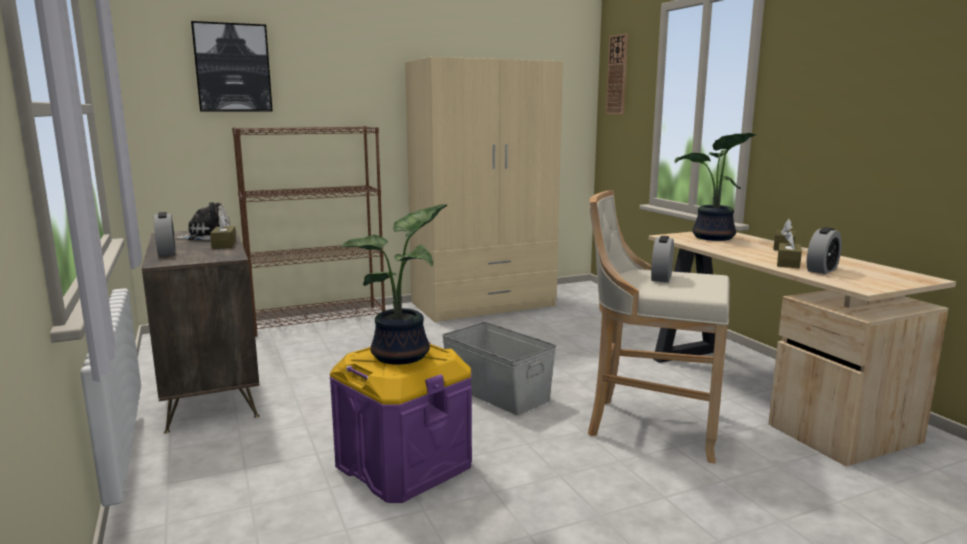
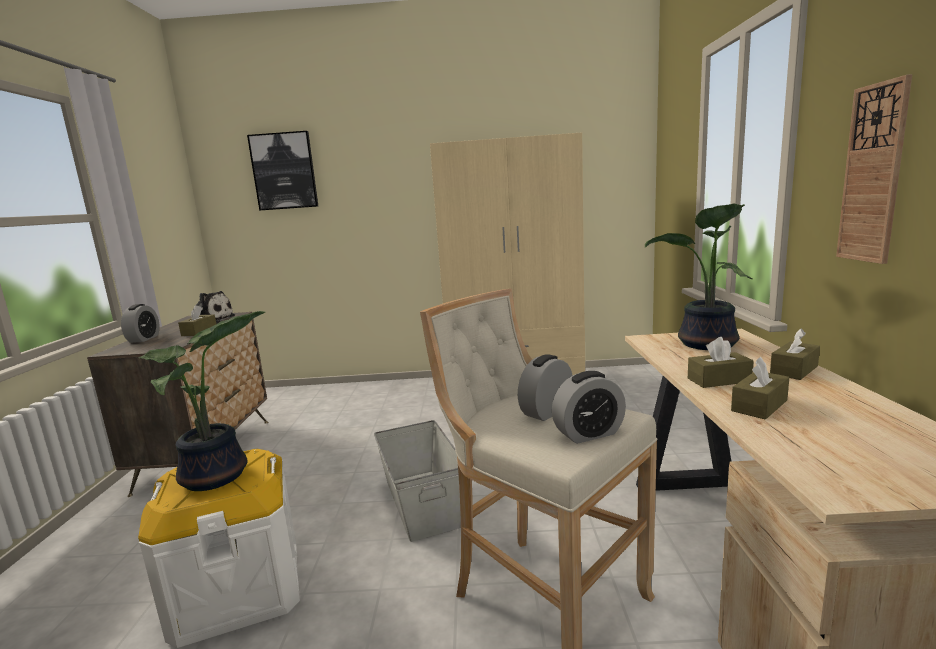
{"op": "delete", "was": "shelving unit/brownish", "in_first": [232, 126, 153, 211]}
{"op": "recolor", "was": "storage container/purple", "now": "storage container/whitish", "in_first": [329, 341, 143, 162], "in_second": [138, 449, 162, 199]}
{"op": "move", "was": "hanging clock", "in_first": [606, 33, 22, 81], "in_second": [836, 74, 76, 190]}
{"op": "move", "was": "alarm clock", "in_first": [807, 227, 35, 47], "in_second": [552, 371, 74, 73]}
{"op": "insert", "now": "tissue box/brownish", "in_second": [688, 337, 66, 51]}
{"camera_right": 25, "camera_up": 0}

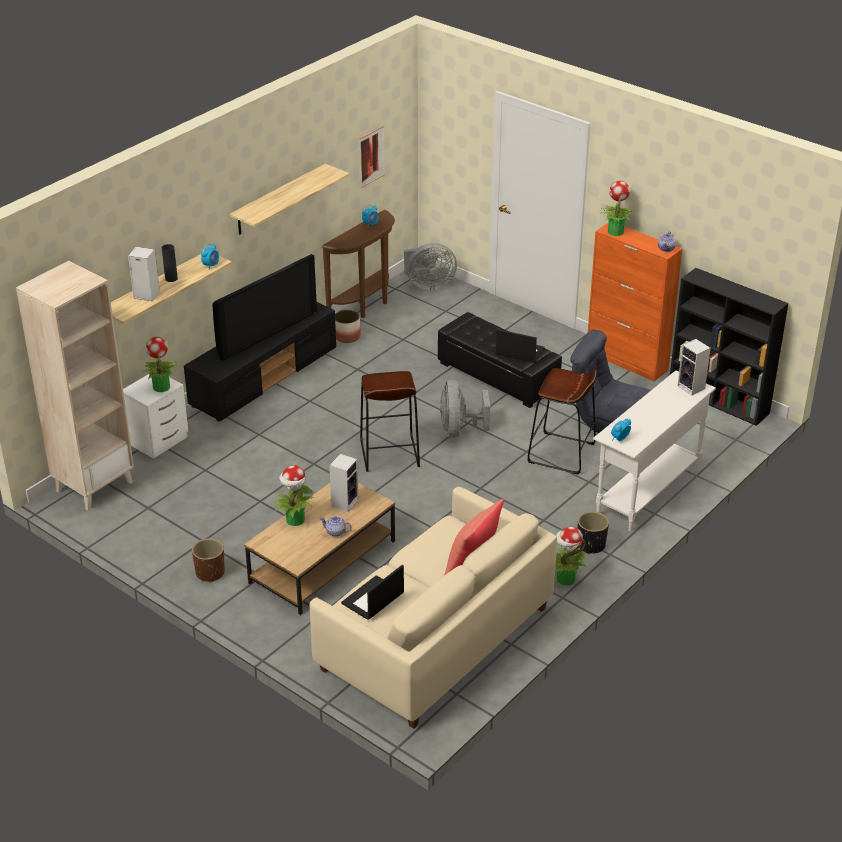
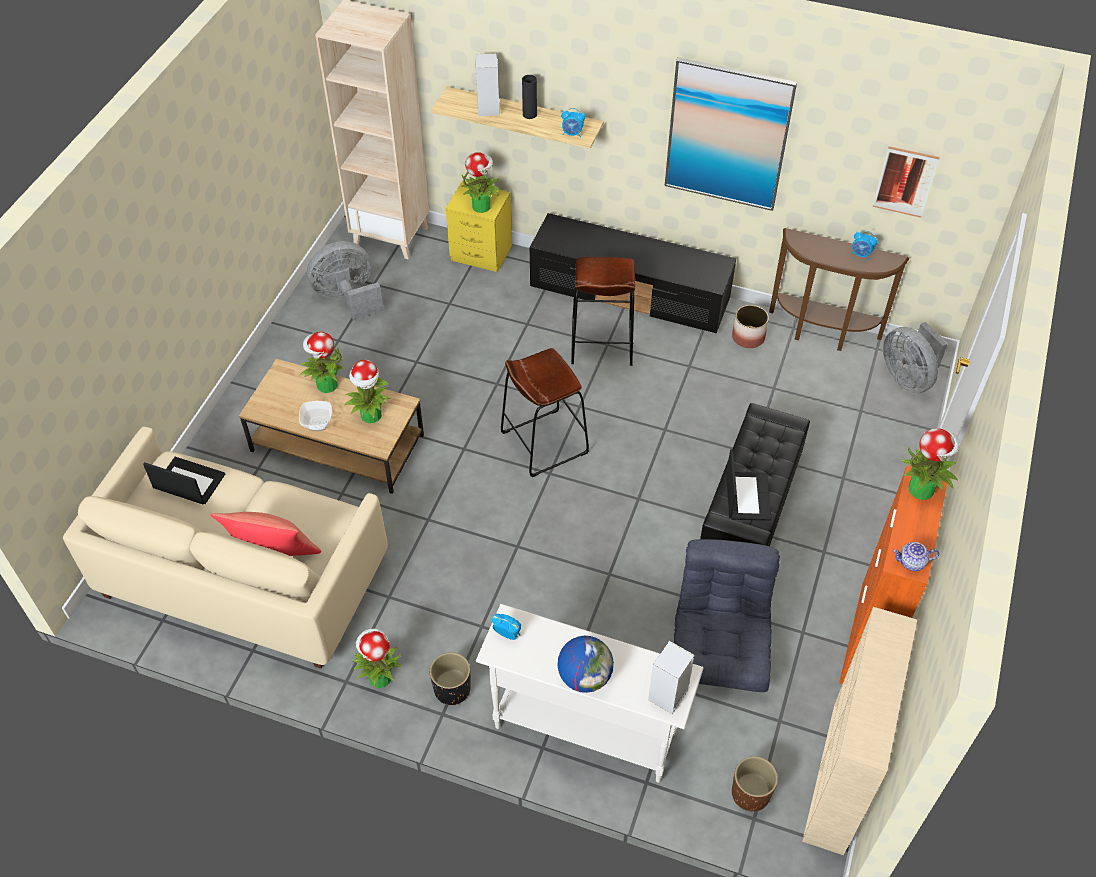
{"op": "recolor", "was": "night table/whitish", "now": "night table/yellow-coloured", "in_first": [123, 374, 65, 85], "in_second": [446, 181, 66, 91]}
{"op": "move", "was": "planter/brownish", "in_first": [192, 538, 33, 45], "in_second": [732, 756, 46, 56]}
{"op": "delete", "was": "TV set", "in_first": [212, 254, 105, 107]}
{"op": "replace", "was": "wall shelf", "now": "wall picture", "in_first": [230, 164, 120, 71], "in_second": [665, 57, 132, 154]}
{"op": "replace", "was": "tea pot", "now": "bowl", "in_first": [320, 516, 32, 21], "in_second": [299, 401, 33, 30]}
{"op": "replace", "was": "audio speaker", "now": "houseplant", "in_first": [329, 454, 30, 58], "in_second": [344, 360, 46, 63]}
{"op": "move", "was": "electric fan/greyish", "in_first": [440, 380, 50, 58], "in_second": [307, 241, 77, 79]}
{"op": "move", "was": "sitting stool/brownish", "in_first": [527, 368, 70, 107], "in_second": [571, 257, 65, 109]}
{"op": "recolor", "was": "shelving unit/black", "now": "shelving unit/beige", "in_first": [670, 268, 118, 158], "in_second": [802, 607, 115, 248]}
{"op": "insert", "now": "globe", "in_second": [558, 636, 56, 57]}
{"camera_right": 70, "camera_up": 15}

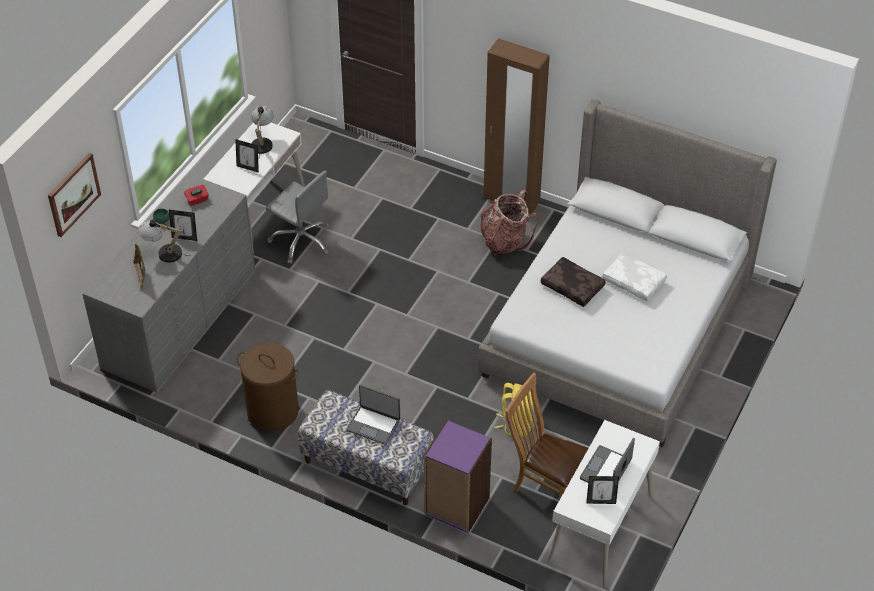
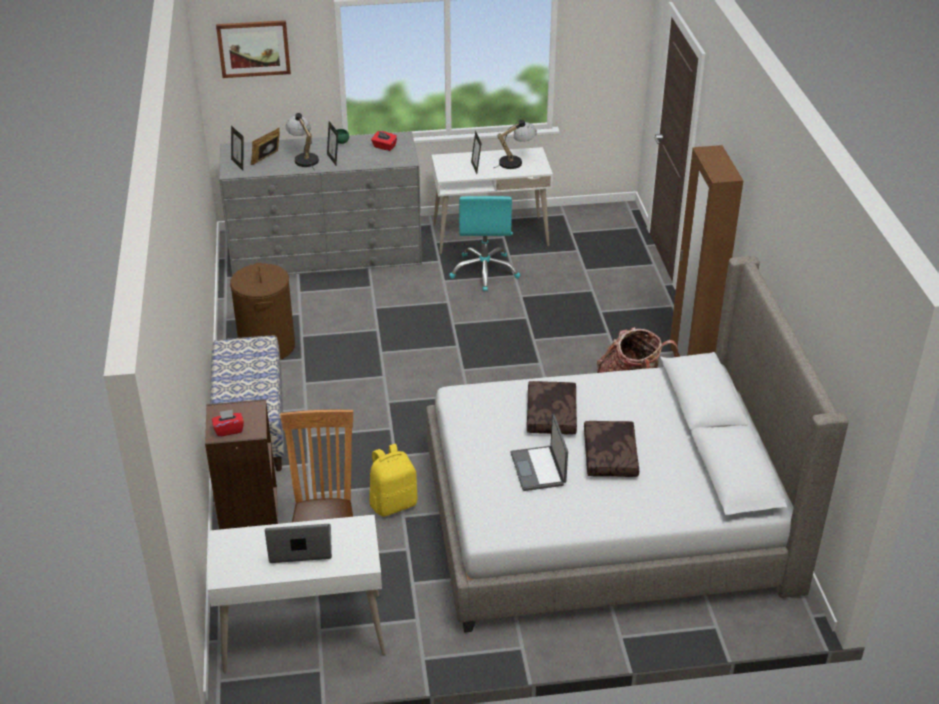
{"op": "recolor", "was": "desk chair/greyish", "now": "desk chair/turquoise", "in_first": [266, 171, 64, 93], "in_second": [449, 196, 71, 96]}
{"op": "move", "was": "portable computer", "in_first": [346, 385, 54, 60], "in_second": [510, 414, 58, 77]}
{"op": "recolor", "was": "shelving unit/purple", "now": "shelving unit/brownish", "in_first": [424, 420, 68, 113], "in_second": [205, 399, 73, 131]}
{"op": "move", "was": "standing frame", "in_first": [586, 476, 33, 28], "in_second": [231, 126, 13, 44]}
{"op": "recolor", "was": "pillow/whitish", "now": "pillow/brownish", "in_first": [602, 252, 65, 49], "in_second": [584, 421, 55, 56]}
{"op": "insert", "now": "tissue box/reddish", "in_second": [212, 409, 32, 28]}
{"camera_right": 55, "camera_up": -10}

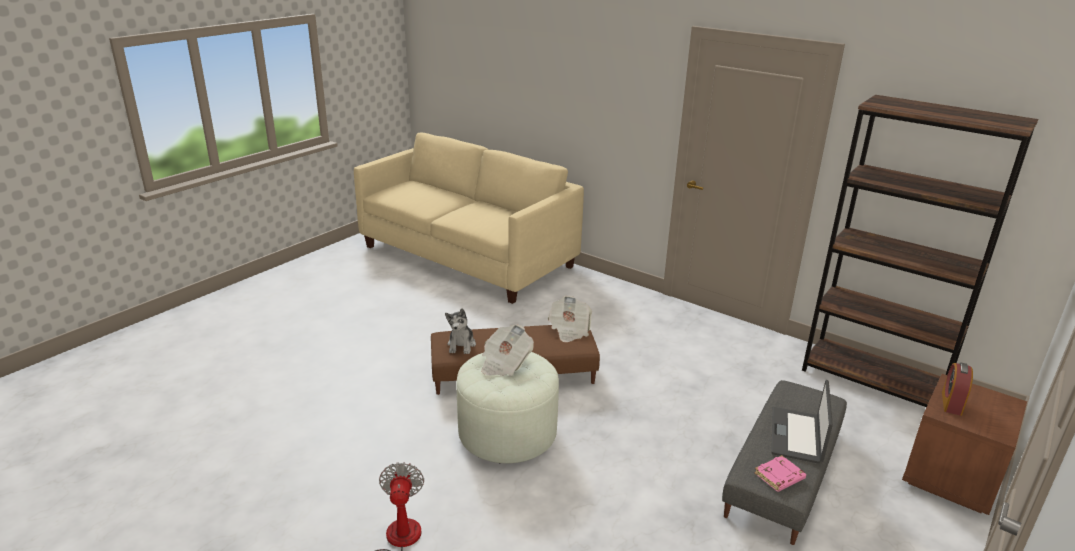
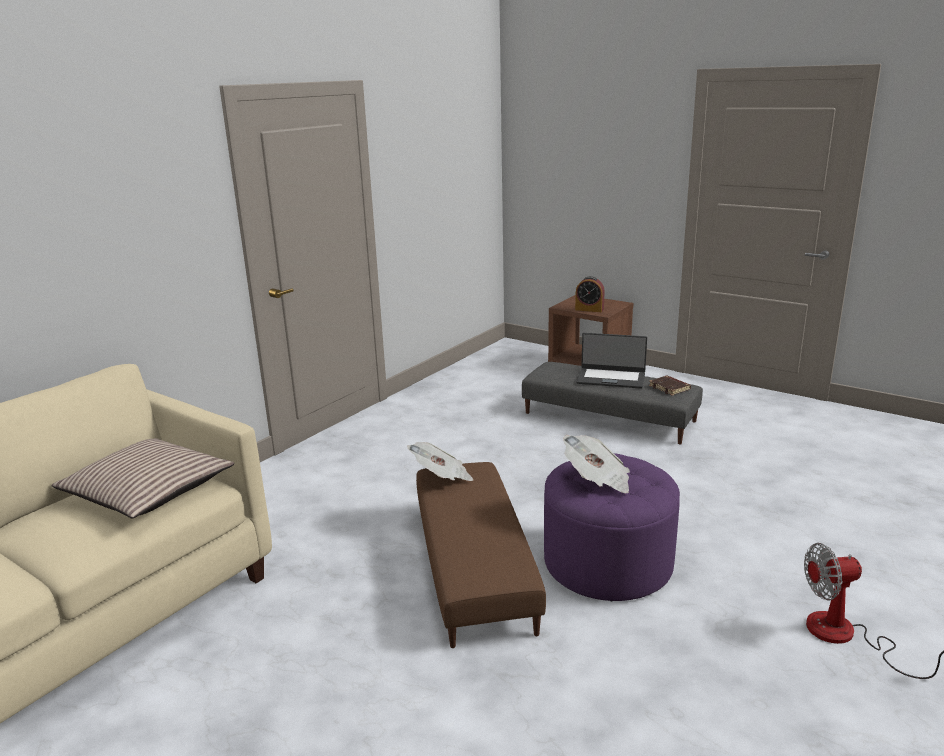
{"op": "delete", "was": "soft toy", "in_first": [445, 308, 31, 46]}
{"op": "recolor", "was": "pouffe/whitish", "now": "pouffe/purple", "in_first": [456, 352, 103, 111], "in_second": [544, 453, 136, 148]}
{"op": "recolor", "was": "volume/pink", "now": "volume/brownish", "in_first": [754, 455, 52, 37], "in_second": [649, 376, 42, 20]}
{"op": "delete", "was": "shelving unit/brownish", "in_first": [802, 95, 236, 312]}
{"op": "insert", "now": "pillow", "in_second": [51, 438, 183, 81]}
{"camera_right": -90, "camera_up": -5}

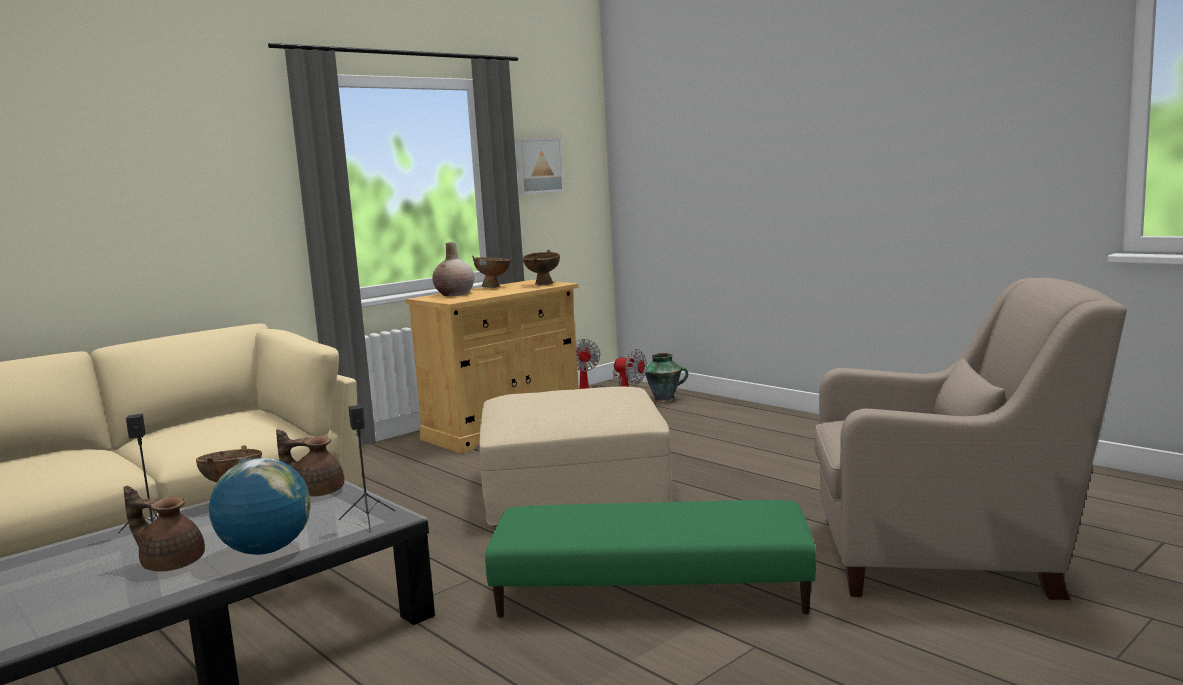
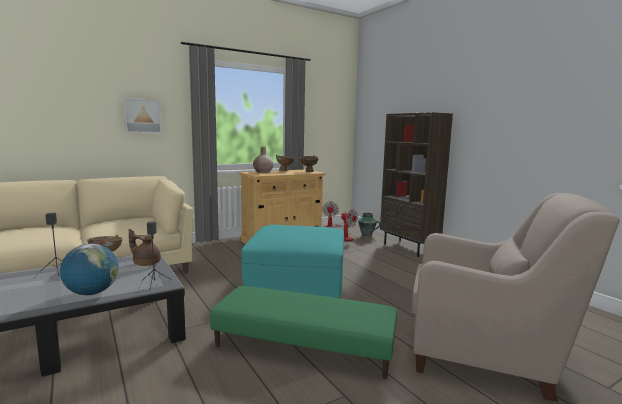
{"op": "delete", "was": "tea pot/brownish", "in_first": [123, 486, 82, 86]}
{"op": "recolor", "was": "pouffe/beige", "now": "pouffe/turquoise", "in_first": [479, 386, 193, 141], "in_second": [241, 225, 103, 73]}
{"op": "move", "was": "wall picture", "in_first": [515, 138, 49, 56], "in_second": [123, 98, 39, 35]}
{"op": "insert", "now": "shelving unit/brownish", "in_second": [380, 112, 73, 145]}
{"camera_right": 10, "camera_up": 0}

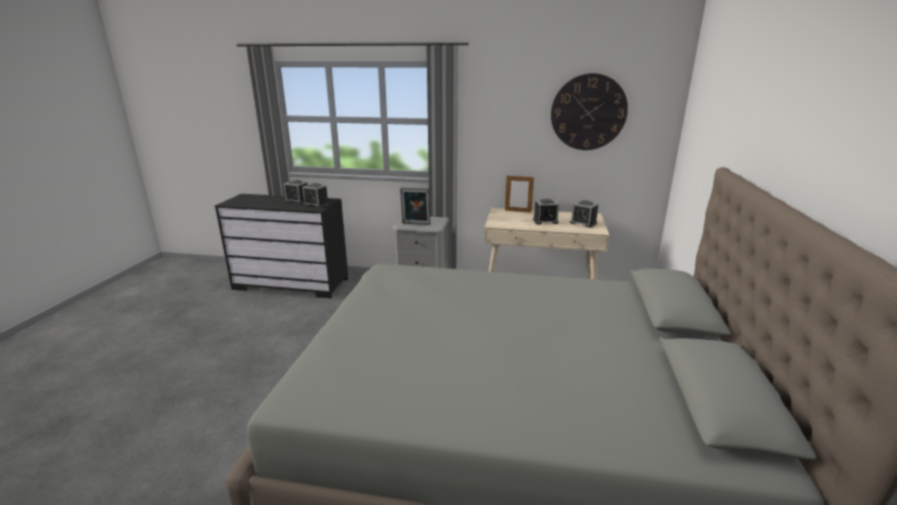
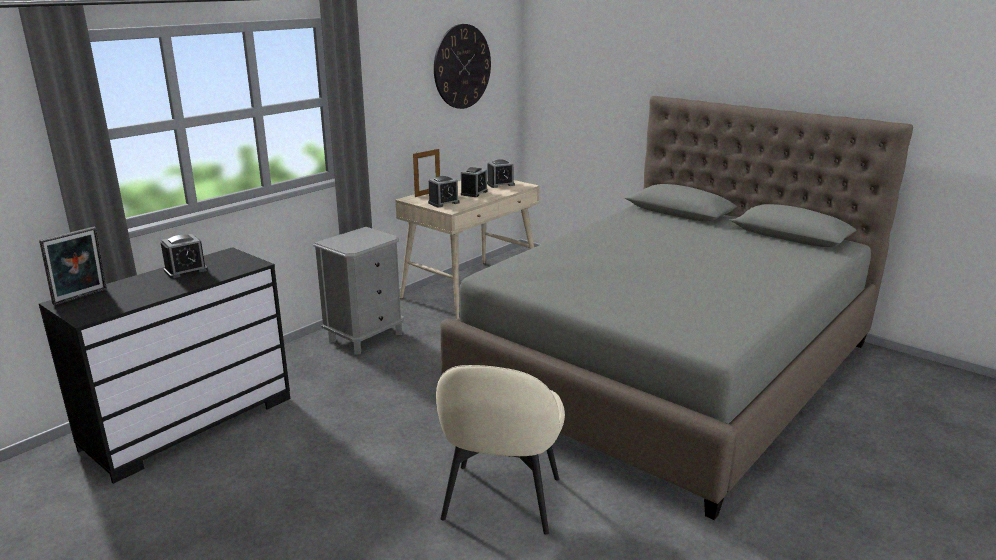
{"op": "move", "was": "alarm clock", "in_first": [302, 183, 27, 25], "in_second": [428, 176, 32, 31]}
{"op": "move", "was": "standing frame", "in_first": [400, 188, 30, 37], "in_second": [39, 227, 68, 78]}
{"op": "insert", "now": "chair/beige", "in_second": [436, 365, 129, 169]}
{"camera_right": -60, "camera_up": 0}

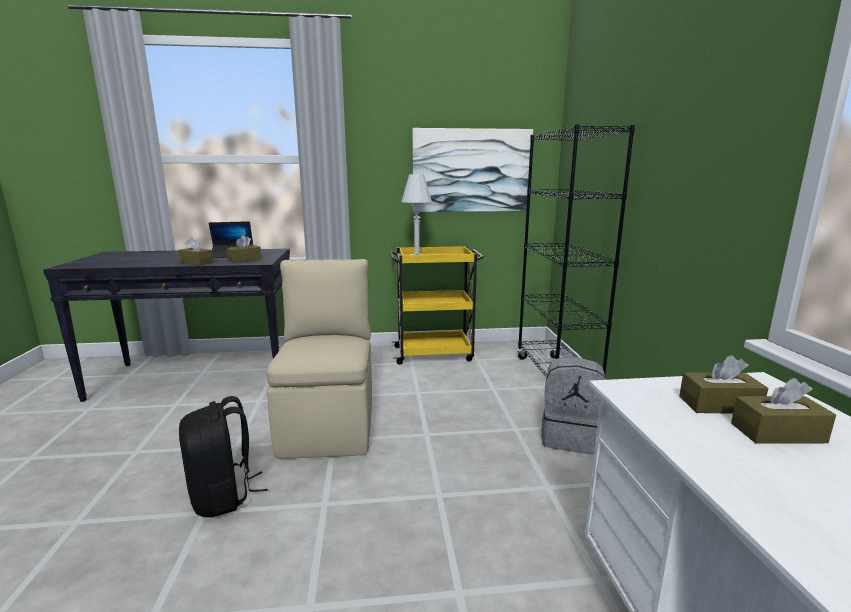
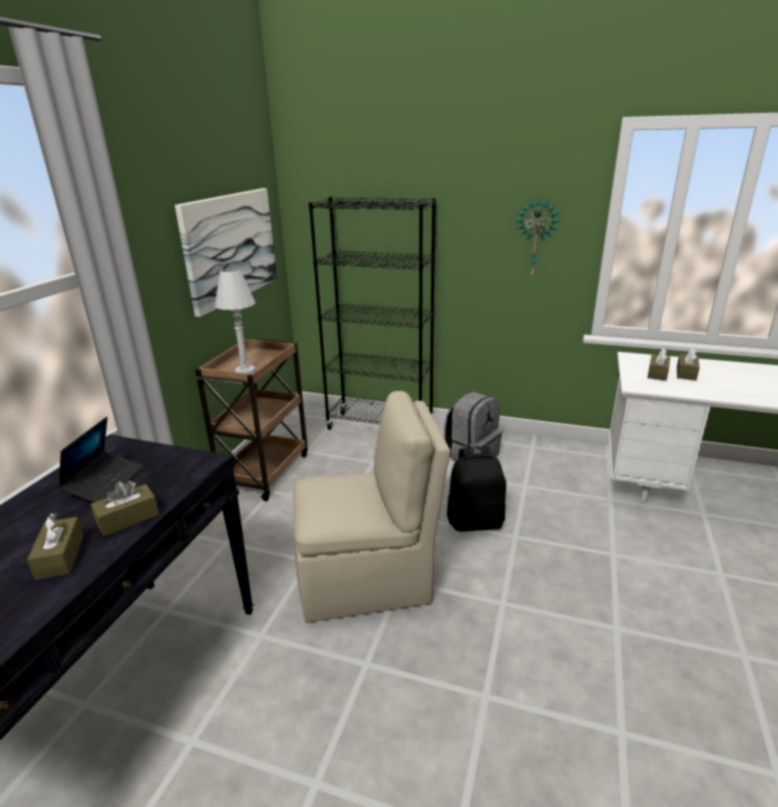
{"op": "move", "was": "backpack/black", "in_first": [179, 396, 89, 121], "in_second": [447, 447, 59, 85]}
{"op": "move", "was": "tissue box/brownish", "in_first": [226, 235, 36, 27], "in_second": [27, 513, 57, 67]}
{"op": "rotate", "was": "chair/beige", "in_first": [266, 259, 106, 200], "in_second": [293, 391, 158, 231], "clockwise": 150}
{"op": "recolor", "was": "trolley/yellow-coloured", "now": "trolley/brownish", "in_first": [390, 246, 94, 119], "in_second": [194, 338, 114, 163]}
{"op": "insert", "now": "hanging clock", "in_second": [515, 197, 45, 80]}
{"camera_right": -65, "camera_up": 10}

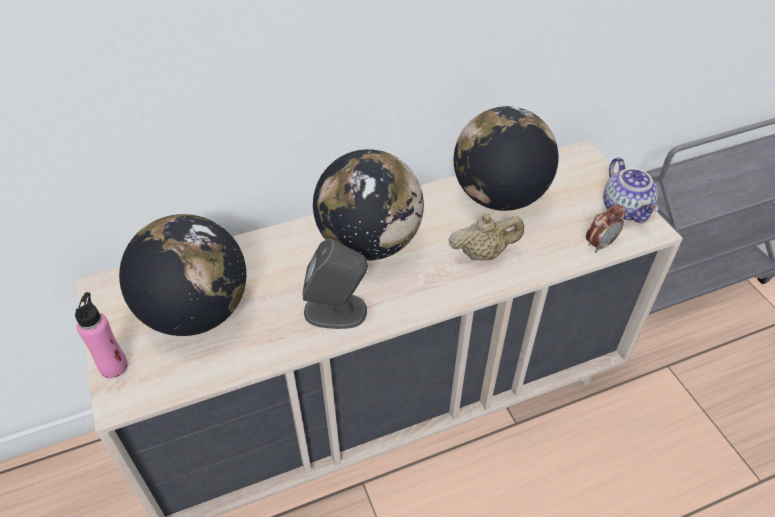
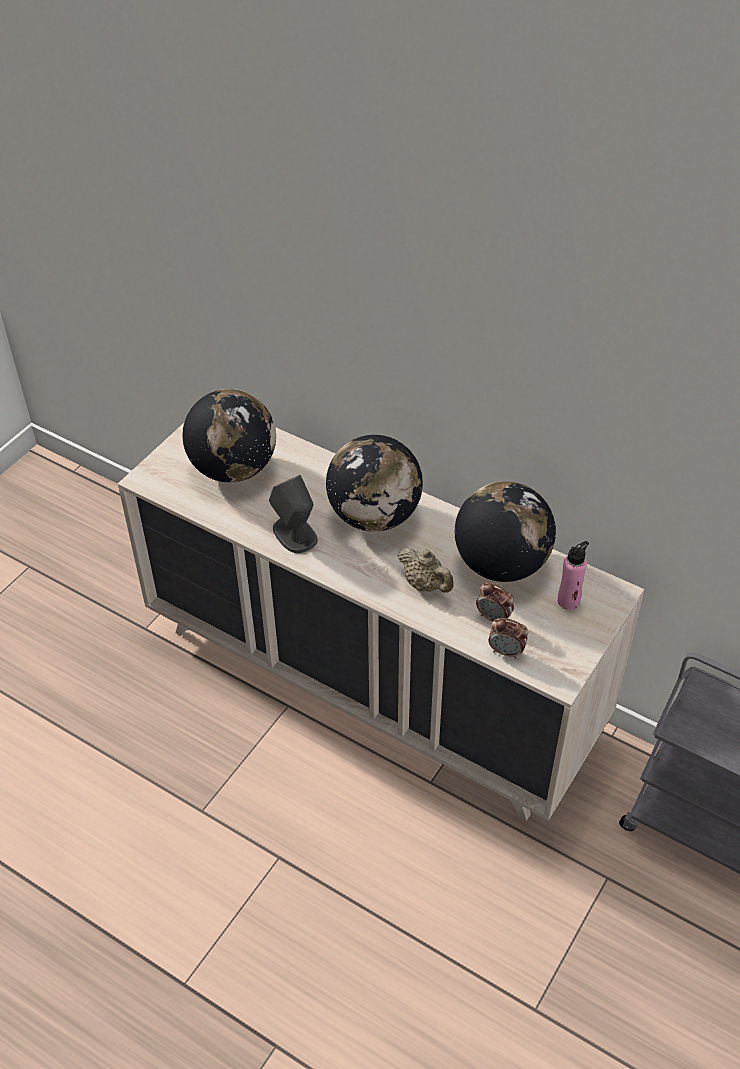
{"op": "move", "was": "beverage bottle/pink", "in_first": [75, 292, 53, 86], "in_second": [558, 541, 31, 69]}
{"op": "delete", "was": "tea pot", "in_first": [603, 158, 56, 65]}
{"op": "insert", "now": "alarm clock", "in_second": [476, 583, 38, 39]}
{"camera_right": 55, "camera_up": 0}

